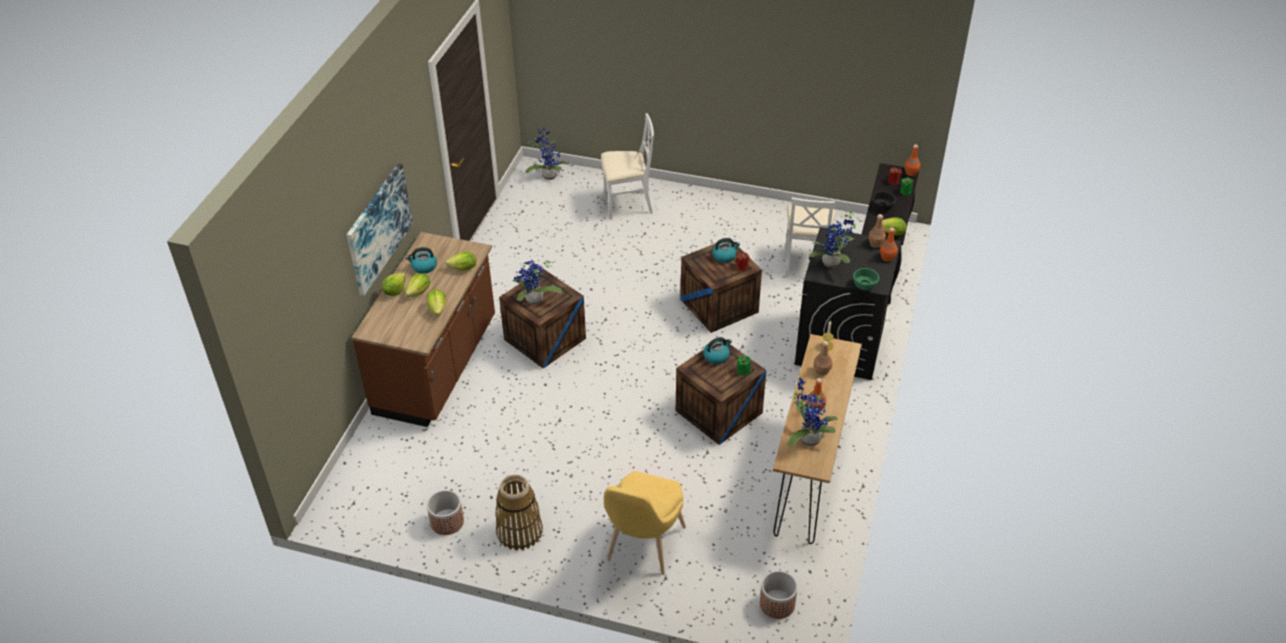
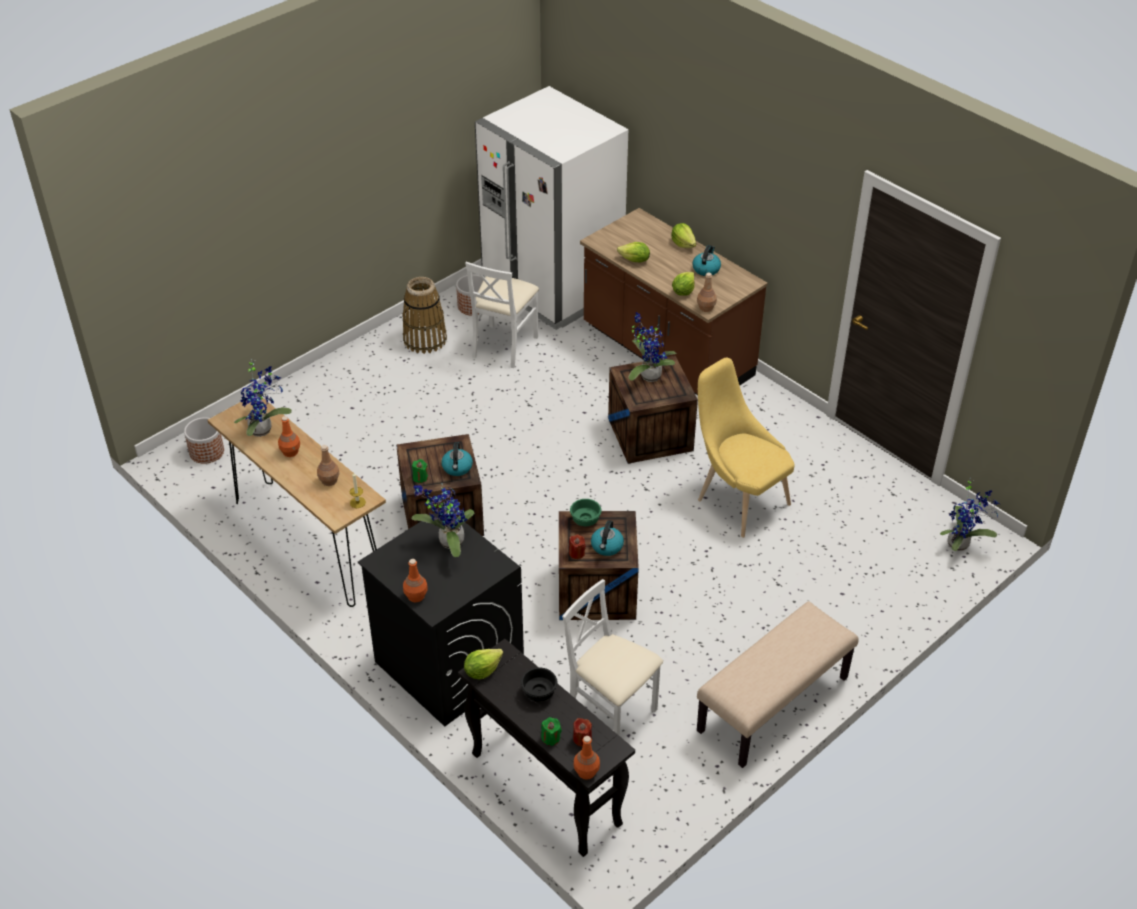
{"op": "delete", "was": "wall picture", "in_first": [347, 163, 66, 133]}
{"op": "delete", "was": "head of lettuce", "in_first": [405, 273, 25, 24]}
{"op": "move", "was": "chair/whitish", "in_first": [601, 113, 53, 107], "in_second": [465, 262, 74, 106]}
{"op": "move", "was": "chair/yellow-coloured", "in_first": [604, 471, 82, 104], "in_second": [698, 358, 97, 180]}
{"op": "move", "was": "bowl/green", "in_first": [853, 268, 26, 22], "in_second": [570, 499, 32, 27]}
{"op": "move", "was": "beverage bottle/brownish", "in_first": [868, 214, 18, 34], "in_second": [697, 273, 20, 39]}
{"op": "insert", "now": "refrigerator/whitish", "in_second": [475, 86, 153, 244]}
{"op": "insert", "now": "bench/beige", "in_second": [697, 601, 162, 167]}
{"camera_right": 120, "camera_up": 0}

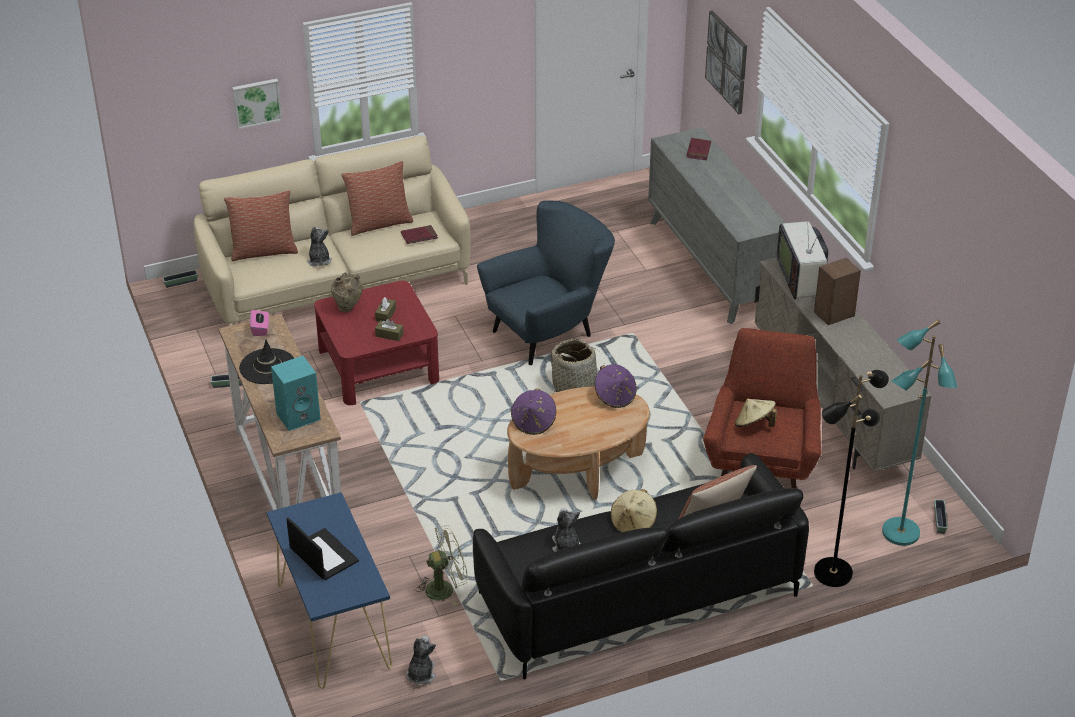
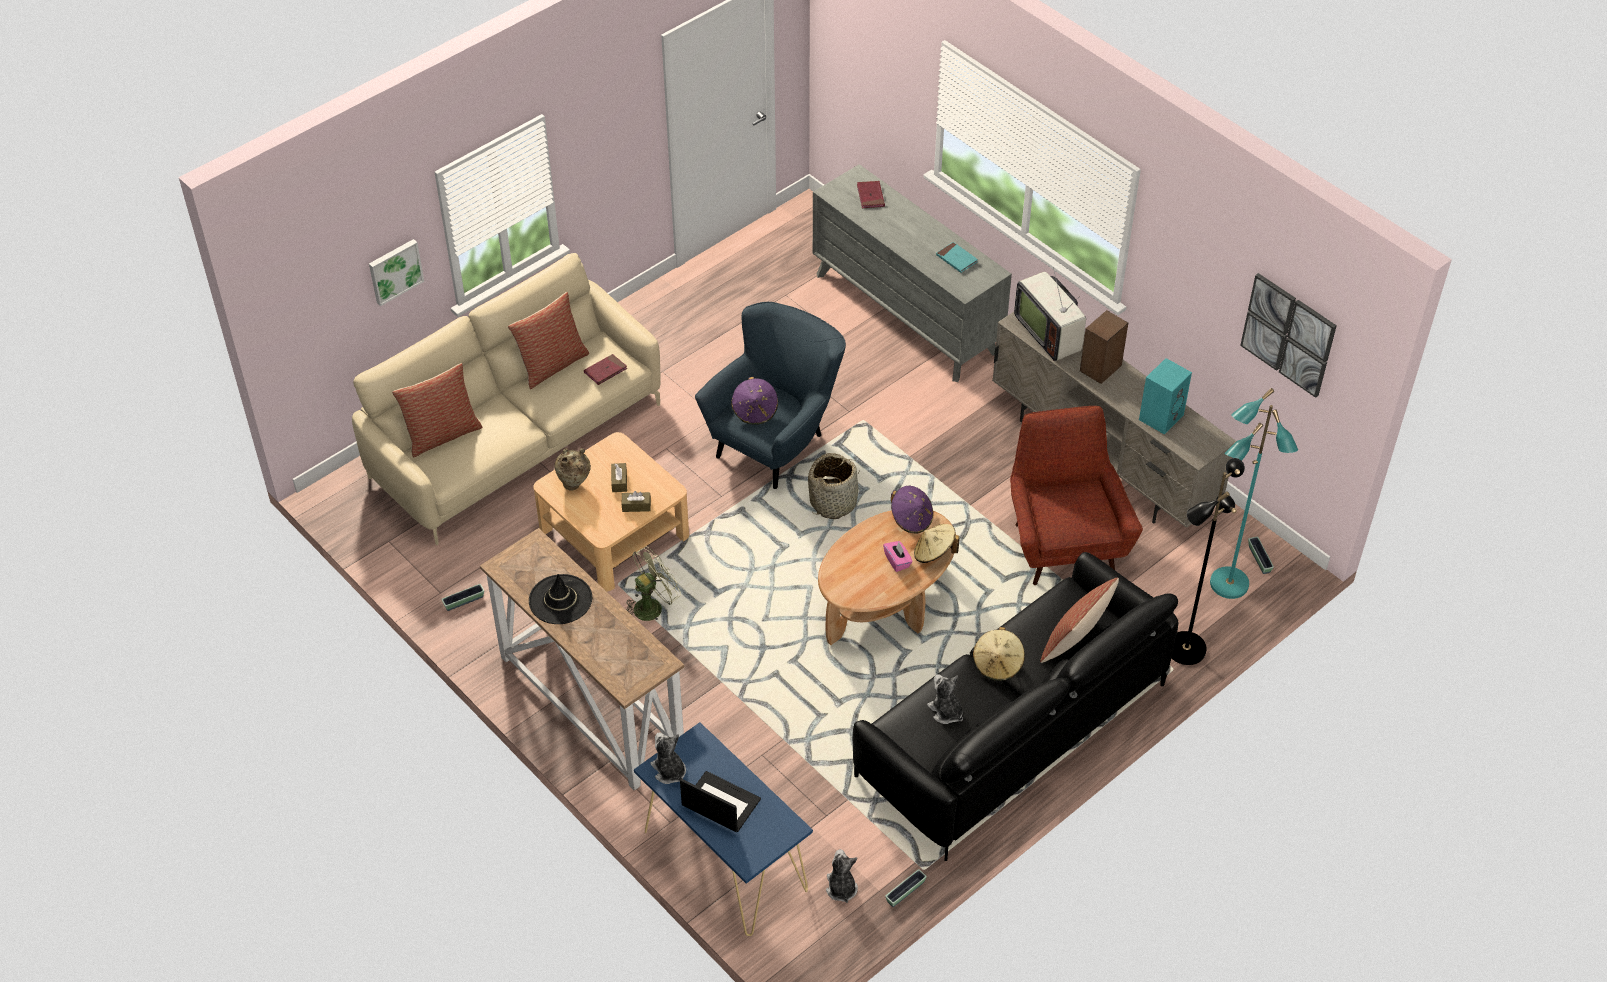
{"op": "move", "was": "planter", "in_first": [162, 270, 36, 18], "in_second": [885, 869, 42, 38]}
{"op": "move", "was": "tissue box/pink", "in_first": [250, 310, 19, 26], "in_second": [883, 541, 30, 31]}
{"op": "move", "was": "audio speaker/turquoise", "in_first": [271, 356, 50, 75], "in_second": [1139, 358, 53, 76]}
{"op": "move", "was": "soft toy", "in_first": [307, 227, 25, 40], "in_second": [650, 732, 36, 52]}
{"op": "recolor", "was": "lounge table/reddish", "now": "lounge table/beige", "in_first": [314, 281, 125, 124], "in_second": [533, 432, 156, 159]}
{"op": "move", "was": "electric fan/green", "in_first": [416, 525, 52, 80], "in_second": [626, 547, 55, 74]}
{"op": "move", "was": "hat/purple", "in_first": [511, 388, 45, 47], "in_second": [731, 377, 47, 48]}
{"op": "move", "was": "wall picture", "in_first": [705, 10, 42, 104], "in_second": [1240, 273, 97, 125]}
{"op": "move", "was": "hat/beige", "in_first": [735, 399, 42, 28], "in_second": [914, 524, 45, 39]}
{"op": "insert", "now": "volume/turquoise", "in_second": [936, 242, 42, 31]}
{"camera_right": -20, "camera_up": 10}

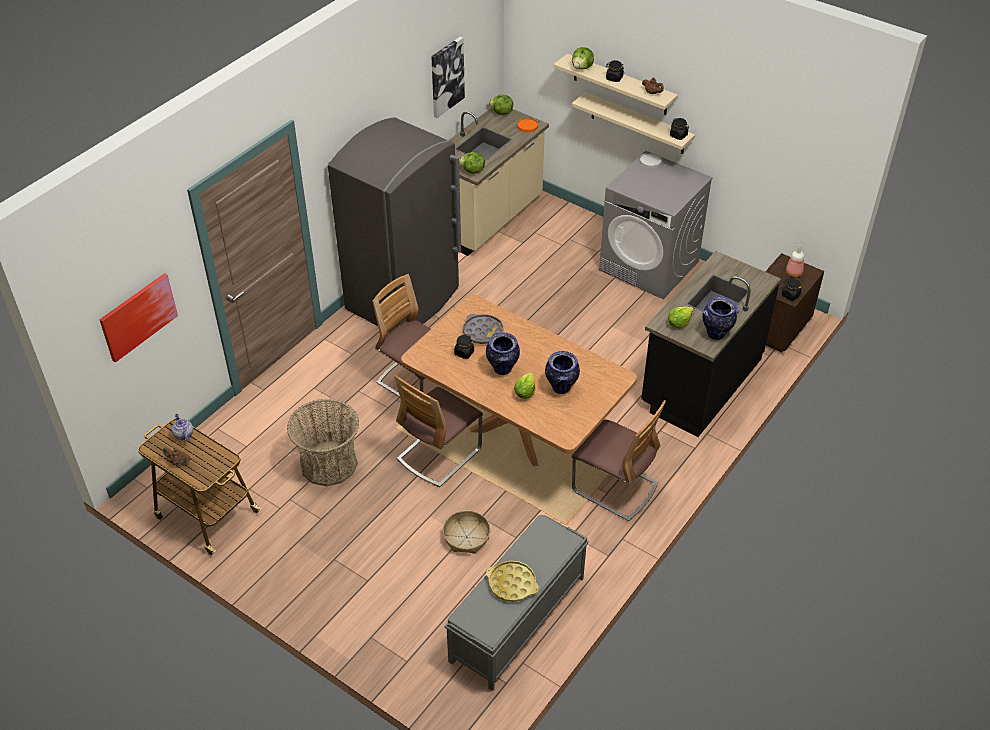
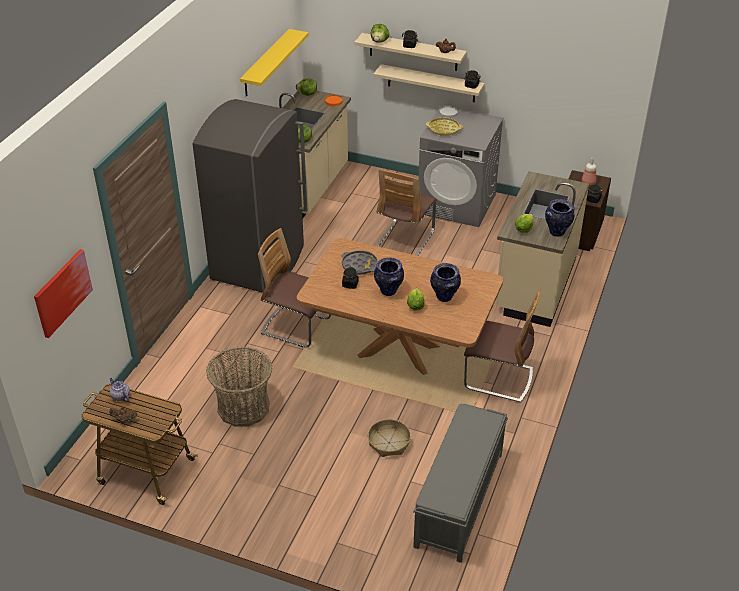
{"op": "move", "was": "chair", "in_first": [394, 375, 89, 112], "in_second": [376, 169, 61, 87]}
{"op": "replace", "was": "wall picture", "now": "wall shelf/yellow-coloured", "in_first": [431, 37, 34, 81], "in_second": [240, 29, 69, 68]}
{"op": "move", "was": "tray/yellow-coloured", "in_first": [486, 561, 53, 41], "in_second": [426, 117, 37, 19]}
{"op": "recolor", "was": "counter/black", "now": "counter/beige", "in_first": [641, 251, 140, 186], "in_second": [495, 171, 94, 156]}
{"camera_right": -15, "camera_up": -5}

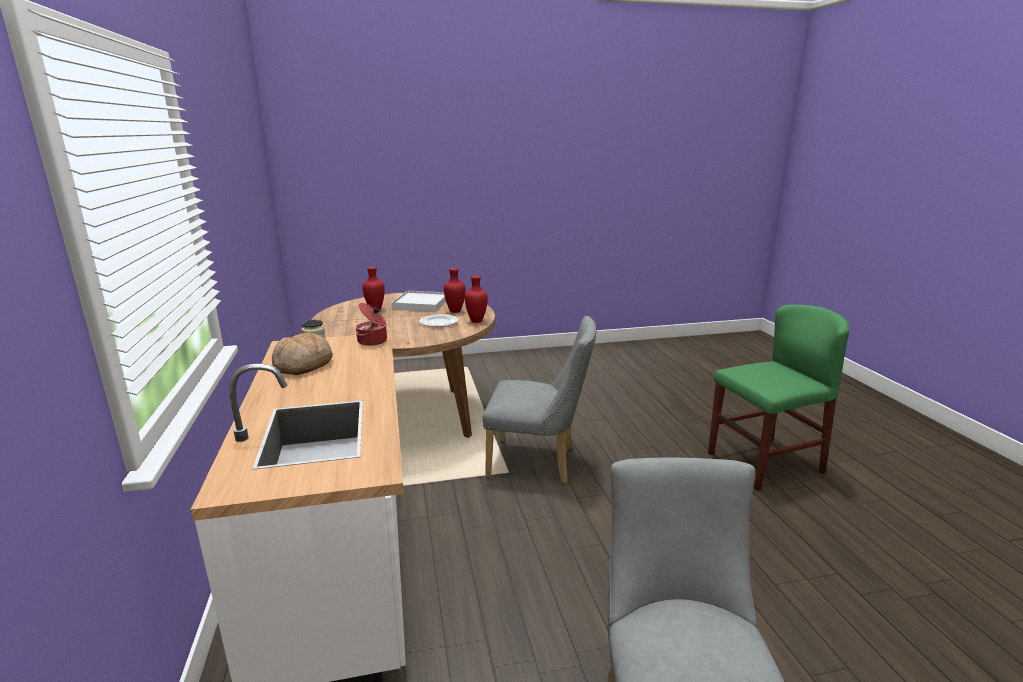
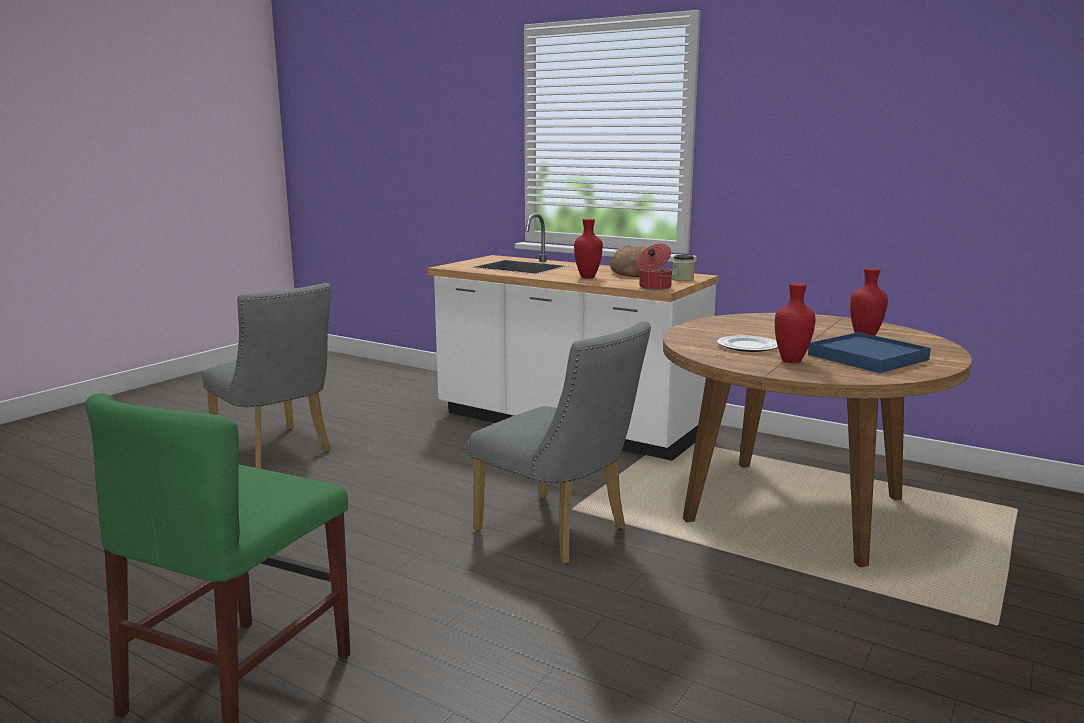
{"op": "recolor", "was": "tray/whitish", "now": "tray/bluish", "in_first": [392, 291, 54, 21], "in_second": [808, 332, 123, 41]}
{"op": "move", "was": "flower vase/reddish", "in_first": [465, 275, 23, 48], "in_second": [574, 219, 29, 59]}
{"op": "rotate", "was": "chair/greyish", "in_first": [483, 316, 113, 168], "in_second": [469, 321, 182, 243], "clockwise": -105}
{"camera_right": 135, "camera_up": -5}

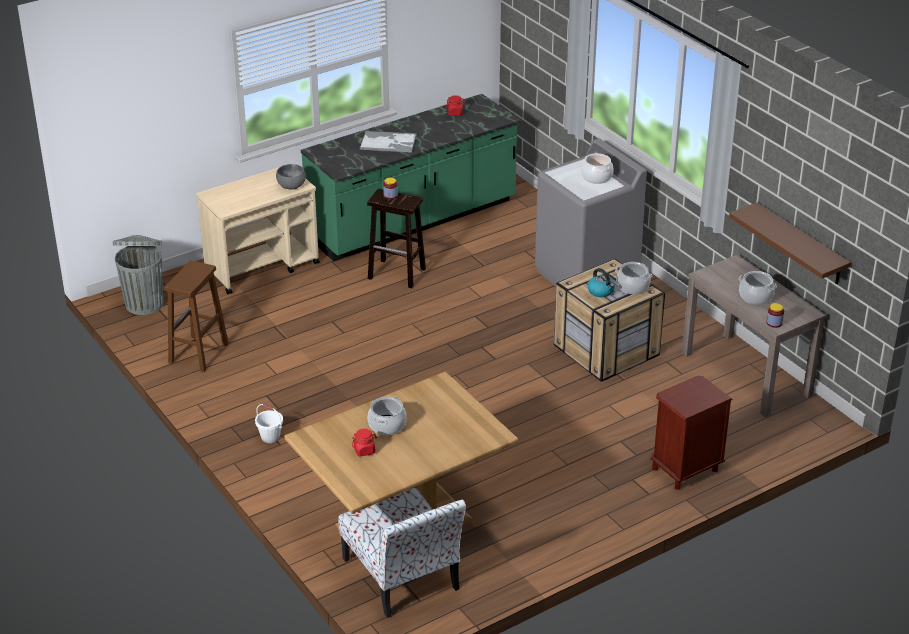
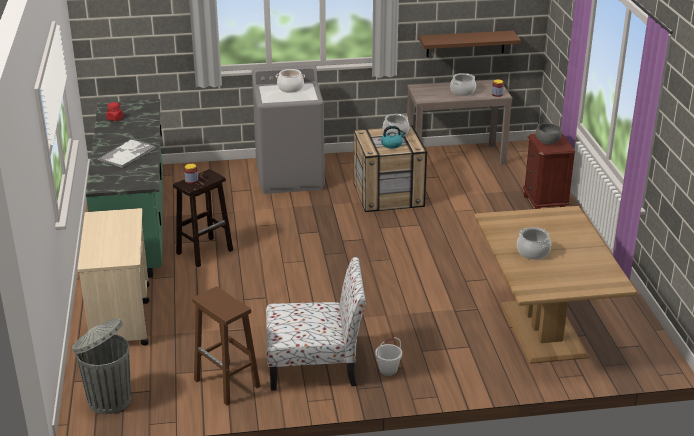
{"op": "move", "was": "bowl/greyish", "in_first": [276, 164, 30, 26], "in_second": [536, 123, 26, 22]}
{"op": "move", "was": "chair", "in_first": [338, 488, 128, 130], "in_second": [266, 257, 100, 134]}
{"op": "delete", "was": "preserve jar/reddish", "in_first": [352, 429, 25, 27]}
{"camera_right": -65, "camera_up": -5}

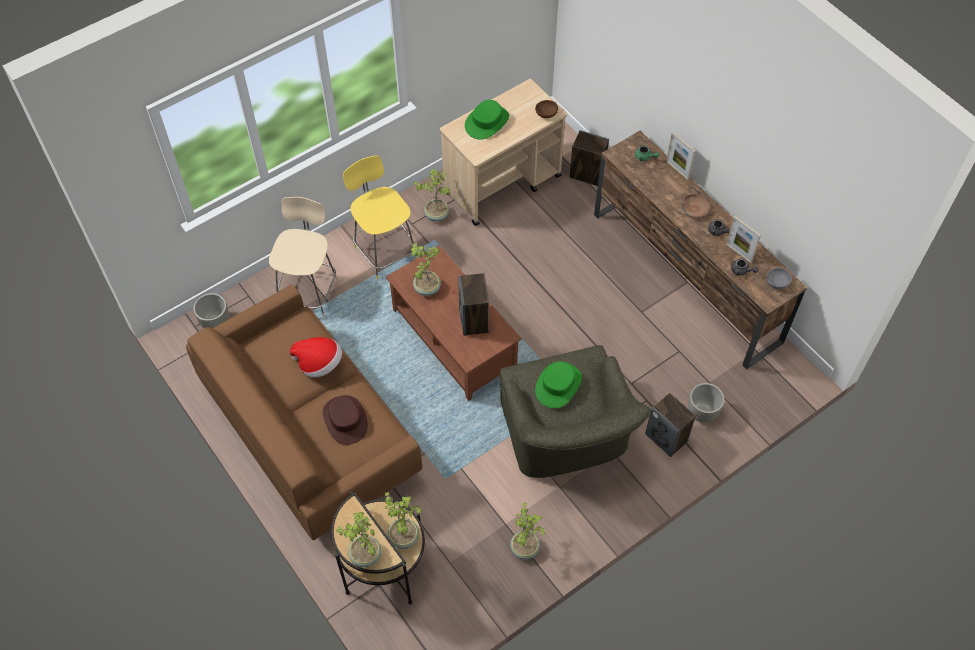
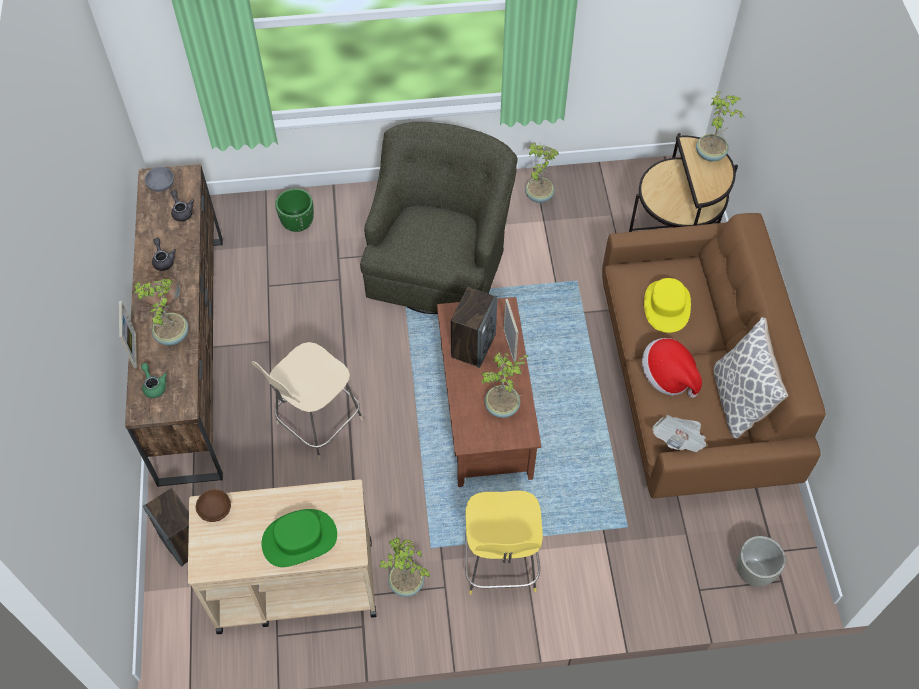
{"op": "move", "was": "sitting stool/beige", "in_first": [269, 197, 69, 120], "in_second": [251, 342, 112, 118]}
{"op": "recolor", "was": "hat/brownish", "now": "hat/yellow-coloured", "in_first": [323, 395, 45, 50], "in_second": [644, 278, 47, 55]}
{"op": "move", "was": "houseplant", "in_first": [385, 492, 38, 57], "in_second": [134, 279, 55, 67]}
{"op": "delete", "was": "hat/green", "in_first": [535, 361, 47, 47]}
{"op": "delete", "was": "audio speaker", "in_first": [645, 393, 51, 64]}
{"op": "recolor", "was": "planter/greyish", "now": "planter/green", "in_first": [688, 383, 37, 40], "in_second": [275, 188, 39, 44]}
{"op": "move", "was": "standing frame", "in_first": [726, 216, 35, 47], "in_second": [503, 299, 15, 63]}
{"op": "insert", "now": "printed paper", "in_second": [652, 415, 55, 37]}
{"op": "insert", "now": "pillow", "in_second": [714, 317, 74, 122]}
{"camera_right": -150, "camera_up": 0}

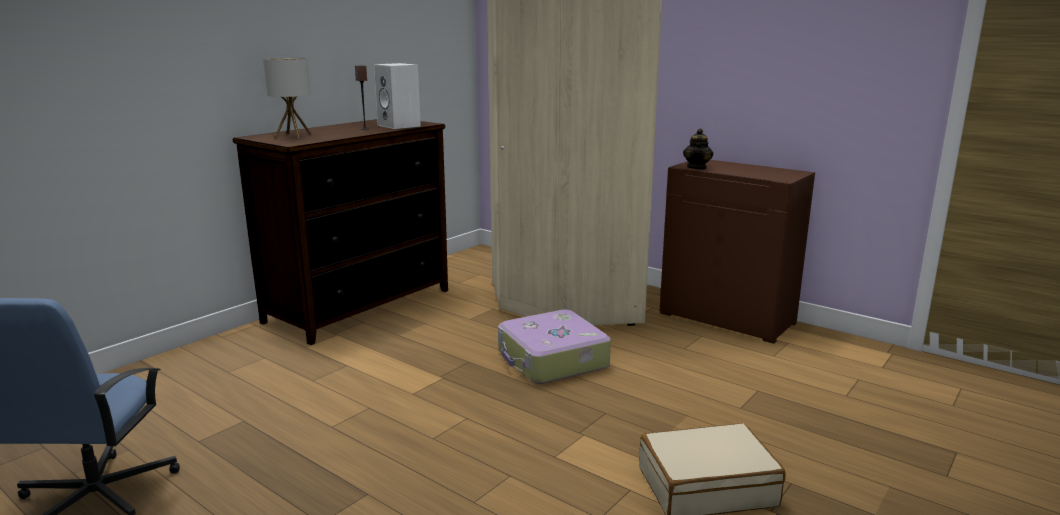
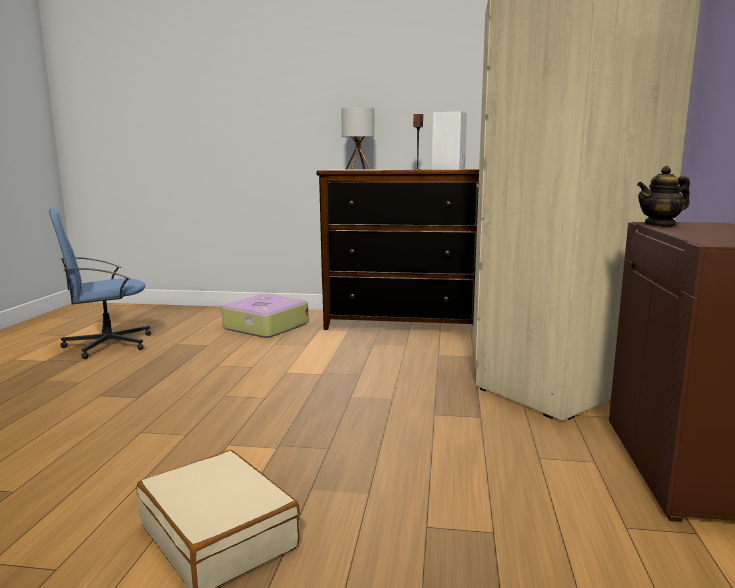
{"op": "move", "was": "suitcase", "in_first": [498, 309, 113, 75], "in_second": [222, 294, 87, 44]}
{"camera_right": 60, "camera_up": -5}

